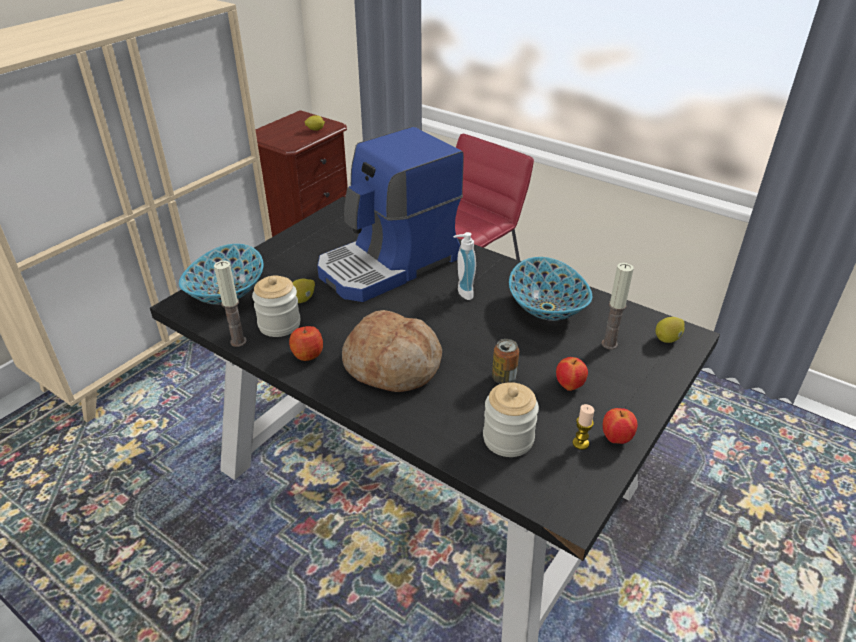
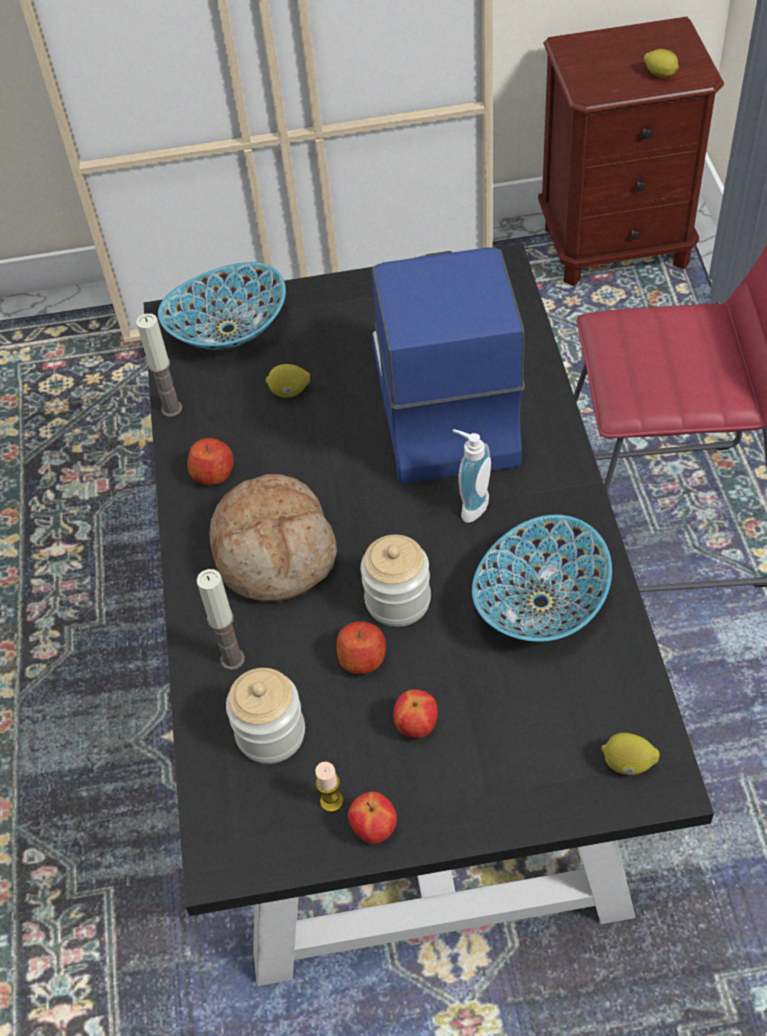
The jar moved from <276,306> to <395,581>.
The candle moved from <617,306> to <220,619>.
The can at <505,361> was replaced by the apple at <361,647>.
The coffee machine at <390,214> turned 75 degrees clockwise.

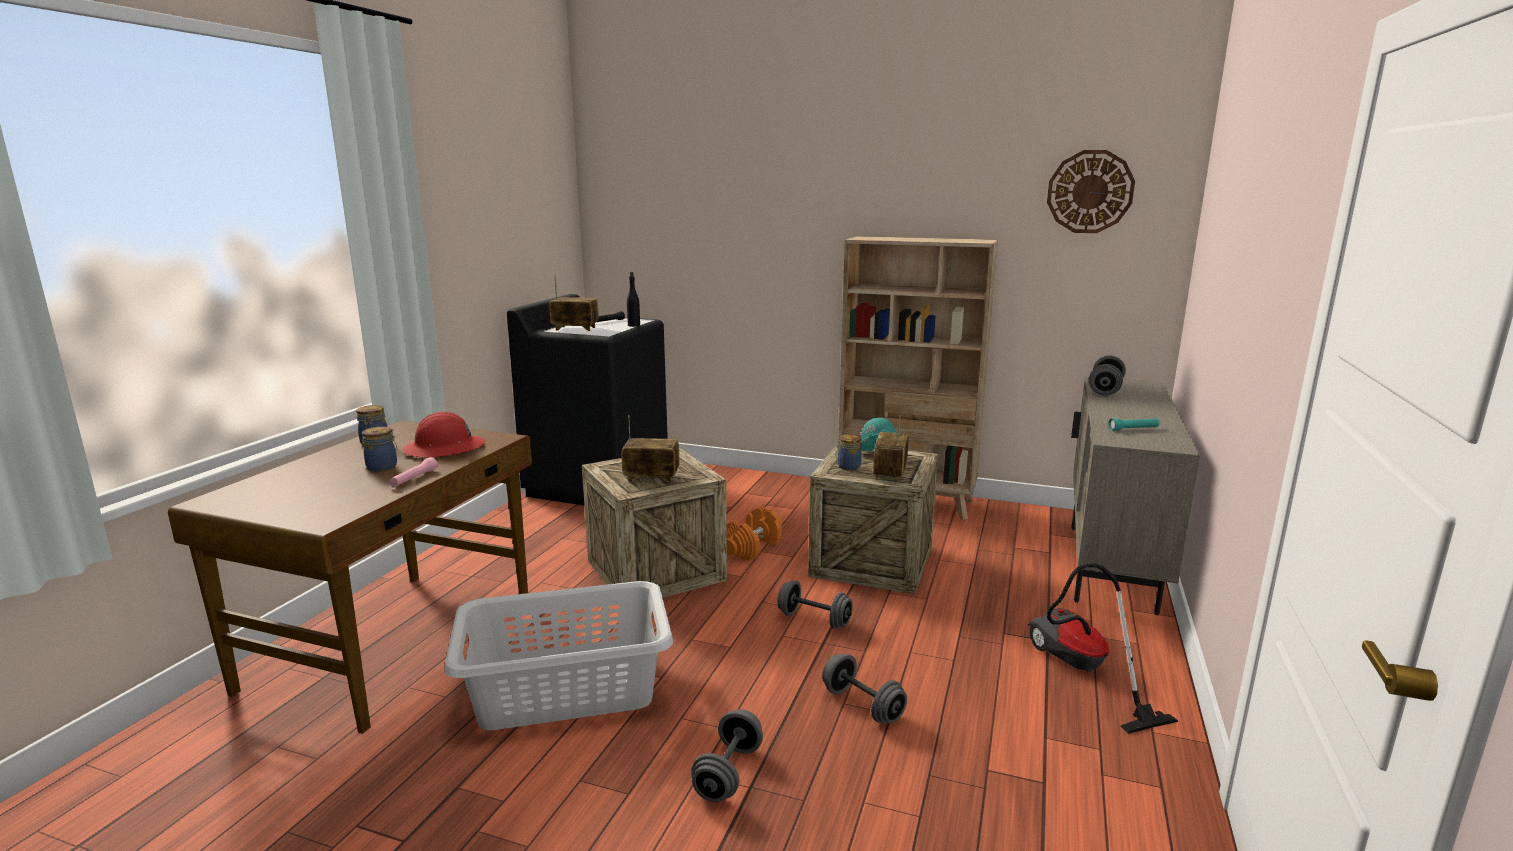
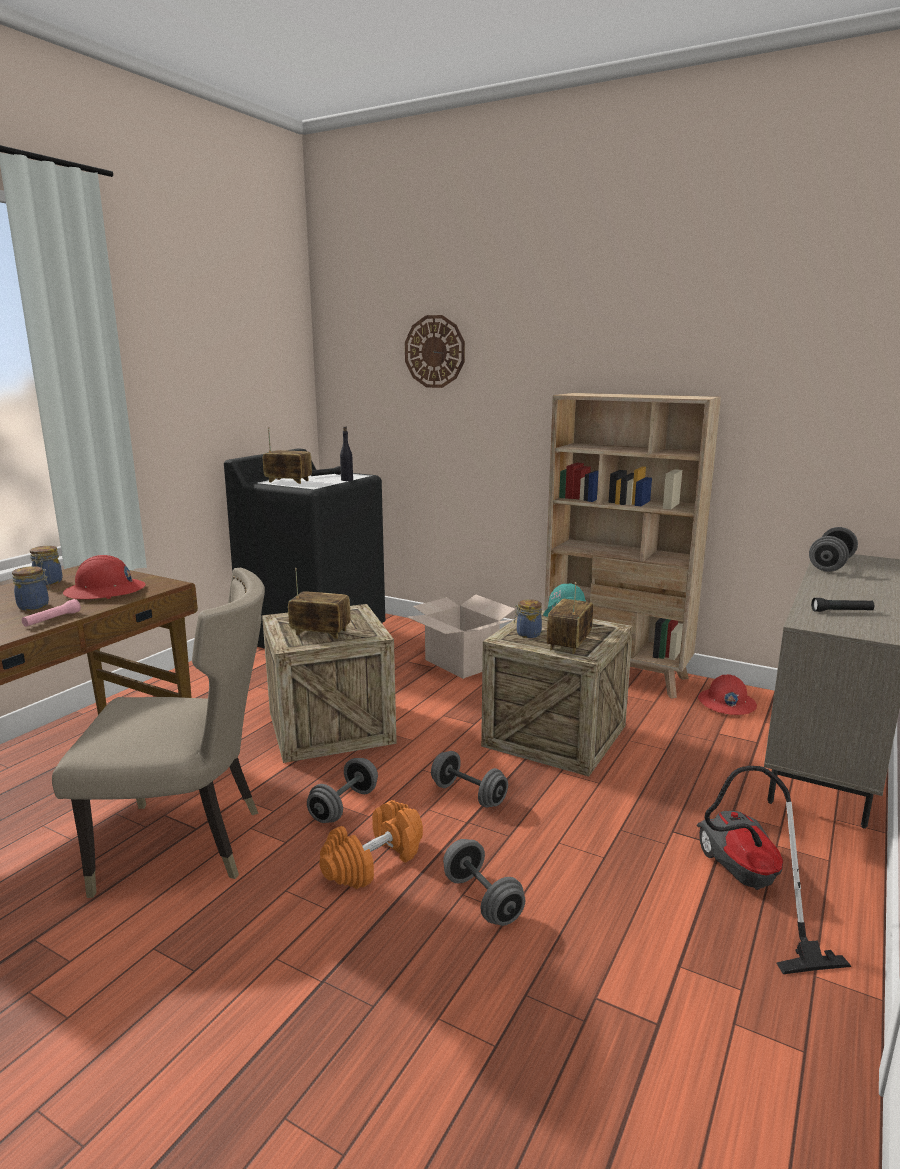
The cardboard box at <461,637> appeared.
The hard hat (red) at <727,694> appeared.
The dumbbell (grey) moved from <727,755> to <342,790>.
The dumbbell (orange) moved from <754,533> to <371,844>.
The wall clock moved from <1091,191> to <435,351>.
The laundry basket (grey) at <558,655> was replaced by the chair (beige) at <158,733>.
The flashlight (turquoise) at <1134,424> became the flashlight (black) at <842,605>.

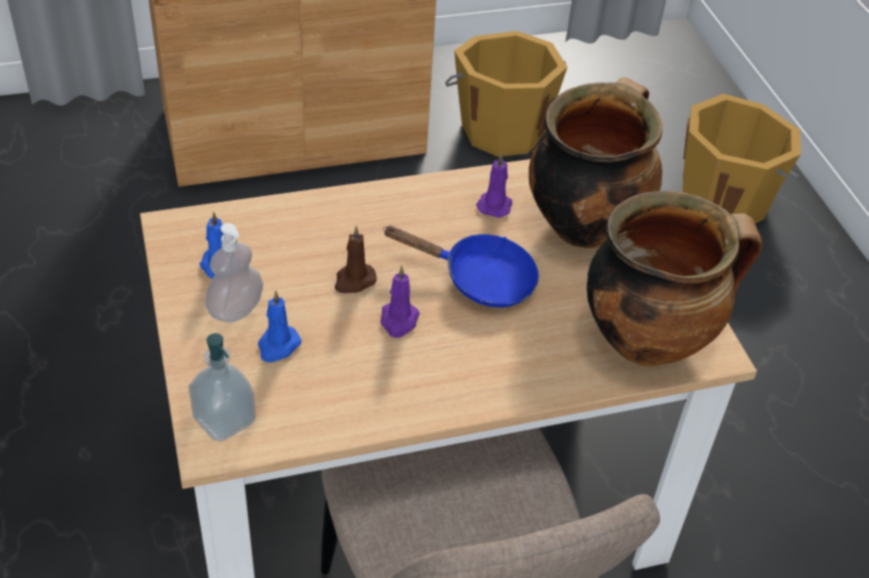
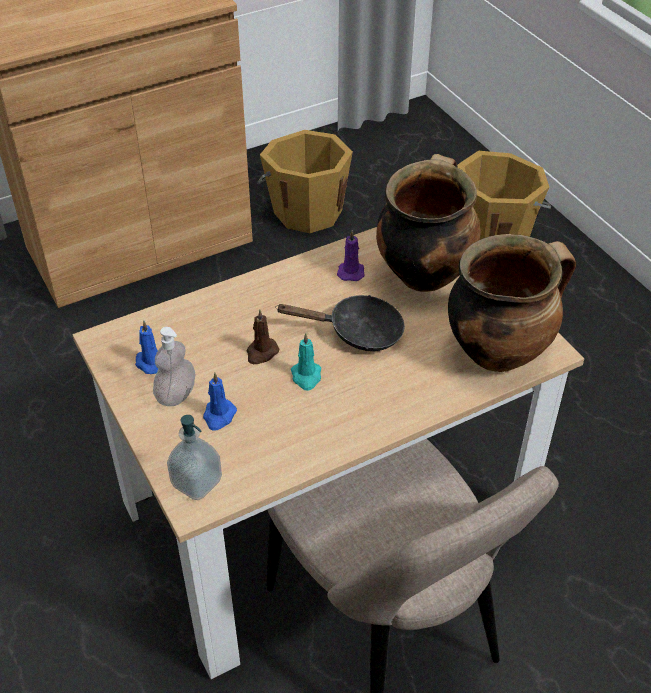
The candle (purple) at <400,302> became the candle (turquoise) at <306,362>.
The frying pan (blue) at <461,267> became the frying pan (black) at <340,323>.

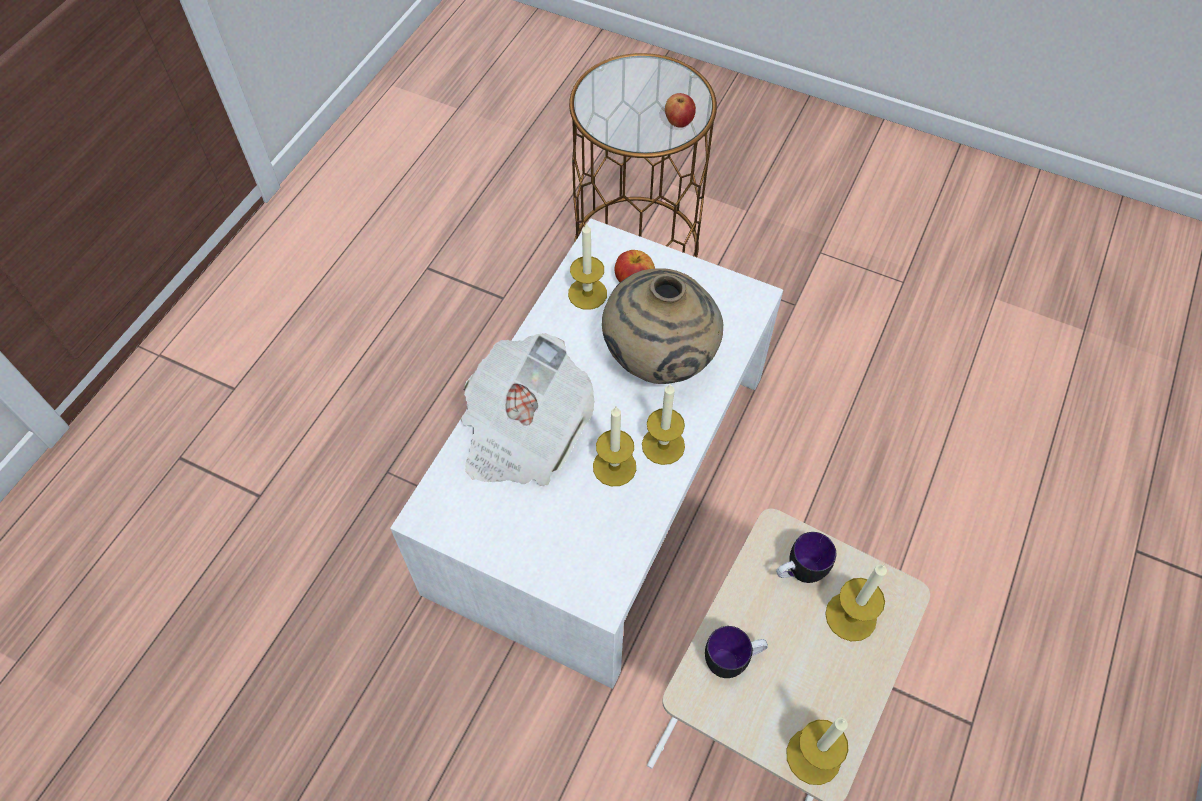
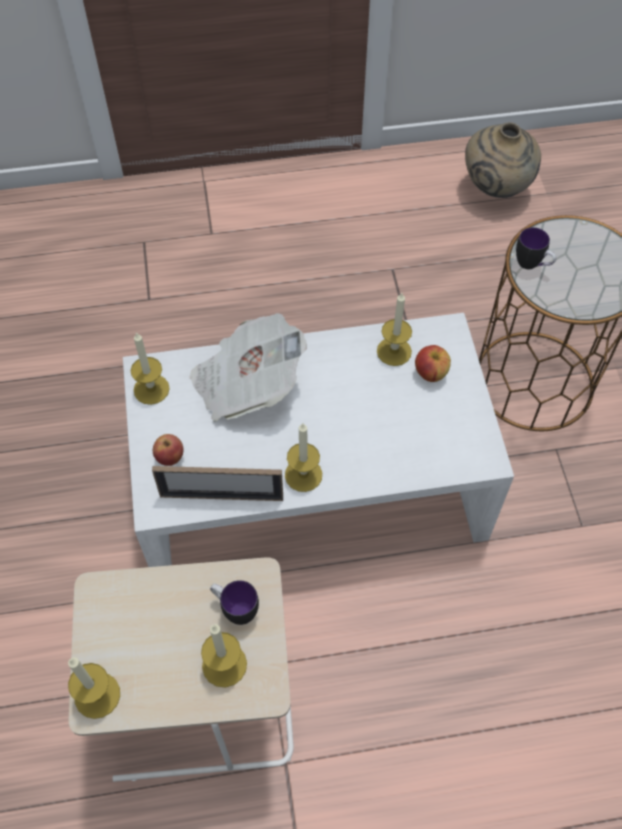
The picture frame at <217,483> appeared.
The candle moved from <614,446> to <150,368>.
The vase (beige) moved from <662,326> to <503,160>.
The apple moved from <680,110> to <168,450>.
The mug moved from <736,652> to <536,248>.

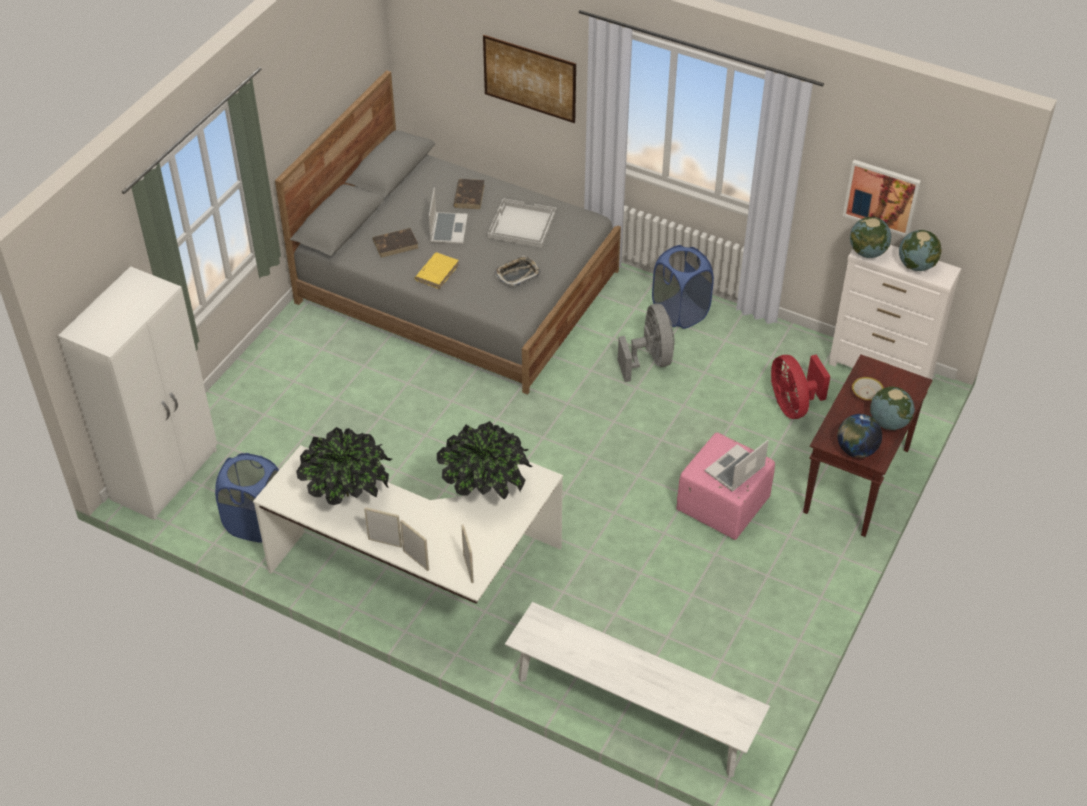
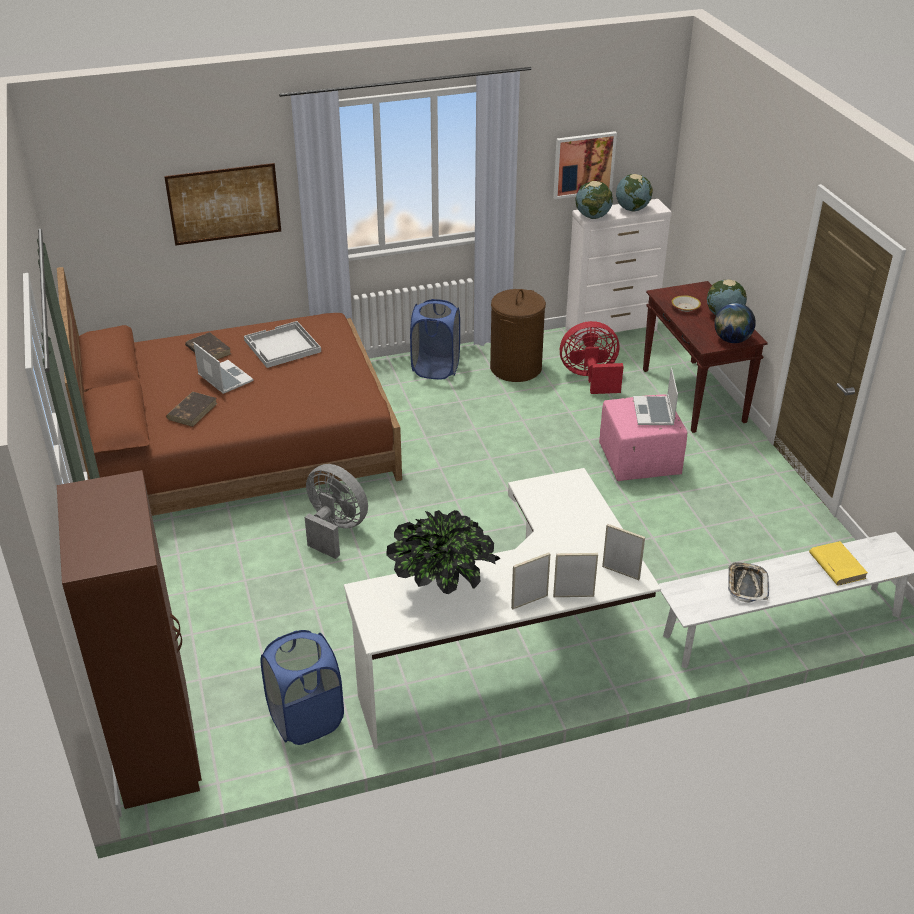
The potted plant at <484,460> disappeared.
The laundry basket (brown) at <518,335> appeared.
The book (yellow) moved from <437,270> to <838,563>.
The tray moved from <518,271> to <748,582>.
The fan (grey) moved from <646,343> to <336,511>.
The wardrobe (white) at <137,393> became the wardrobe (brown) at <129,639>.
The bed (grey) at <448,232> became the bed (brown) at <229,391>.
The fan (red) at <800,387> turned 150 degrees clockwise.

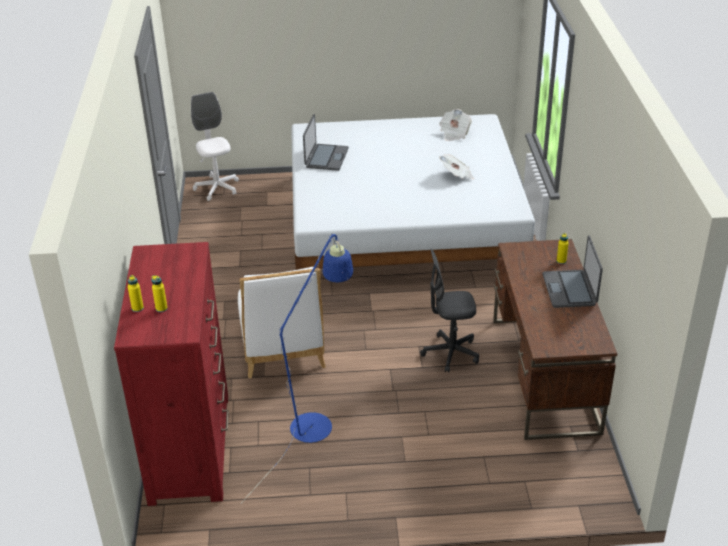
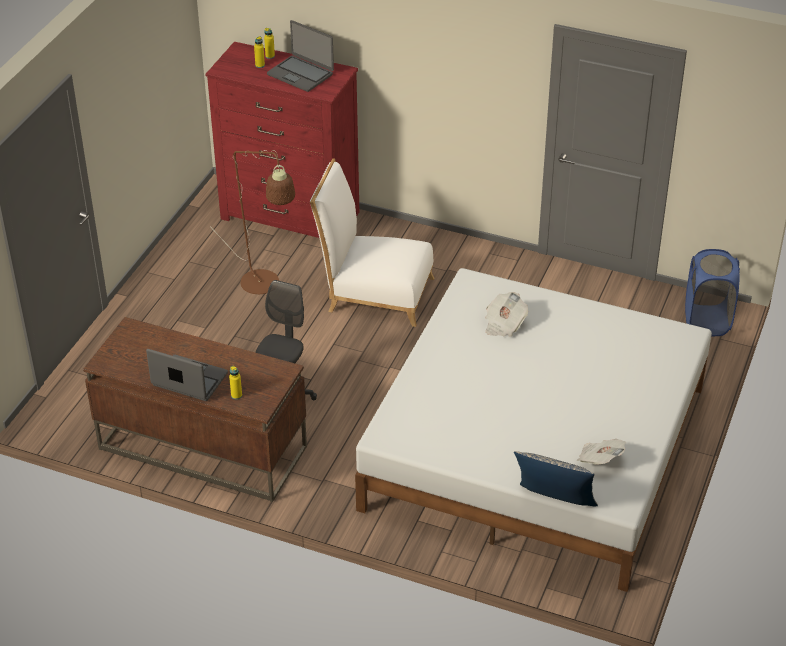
The pillow at <556,478> appeared.
The laptop moved from <326,142> to <300,56>.
The newspaper moved from <456,166> to <506,314>.
The office chair (white) at <215,146> was replaced by the laundry basket (blue) at <712,292>.
The floor lamp (blue) at <297,368> became the floor lamp (brown) at <252,222>.

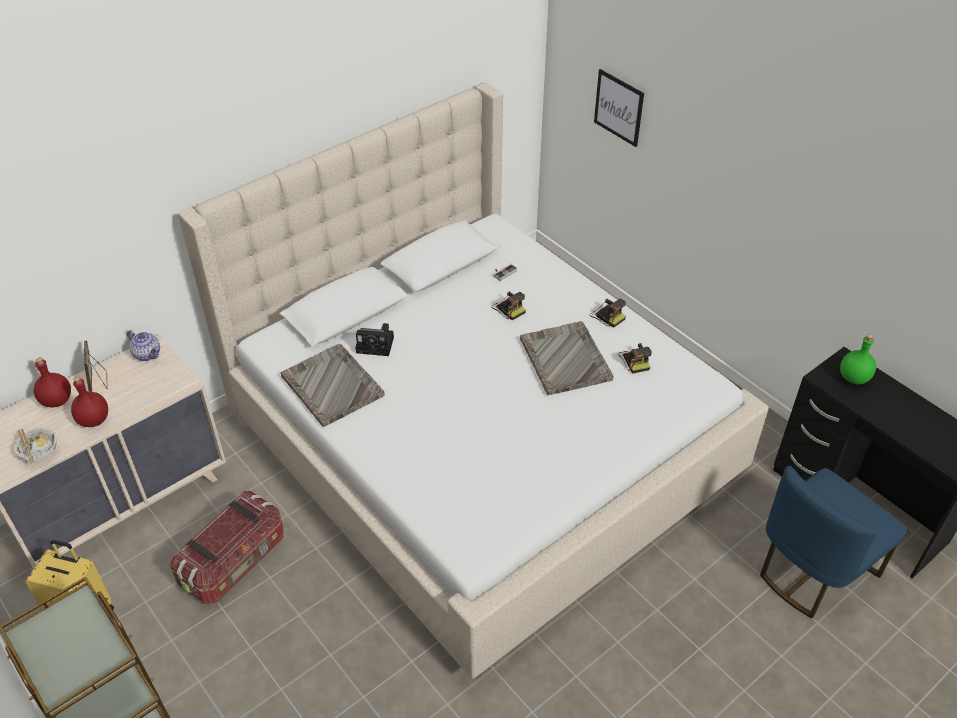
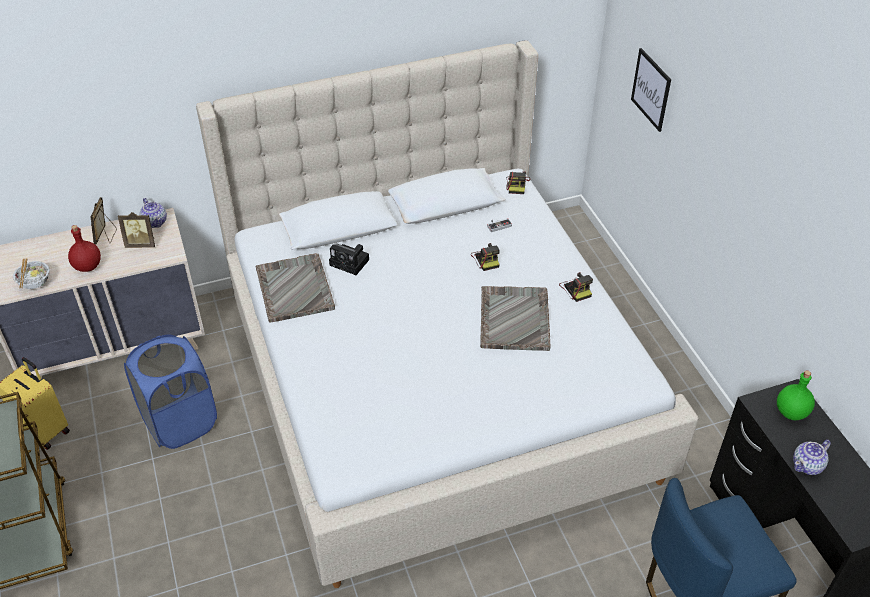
The bottle (red) at <52,382> disappeared.
The picture frame at <136,230> appeared.
The teapot at <812,457> appeared.
The photo camera moved from <635,358> to <518,182>.
The storage box at <227,547> was replaced by the laundry basket (blue) at <170,392>.

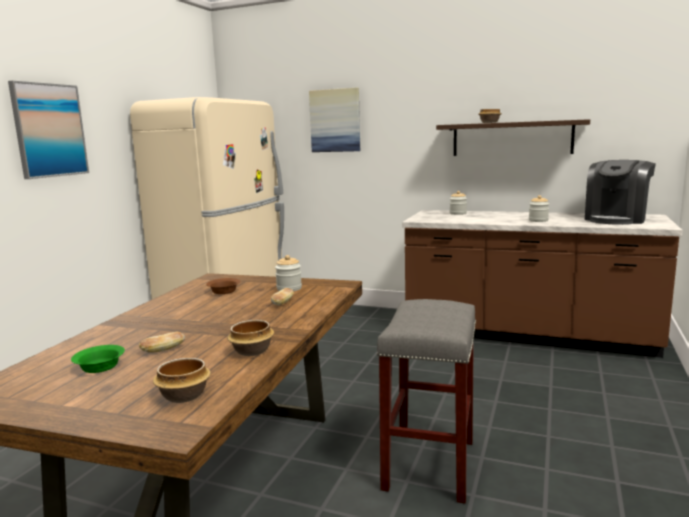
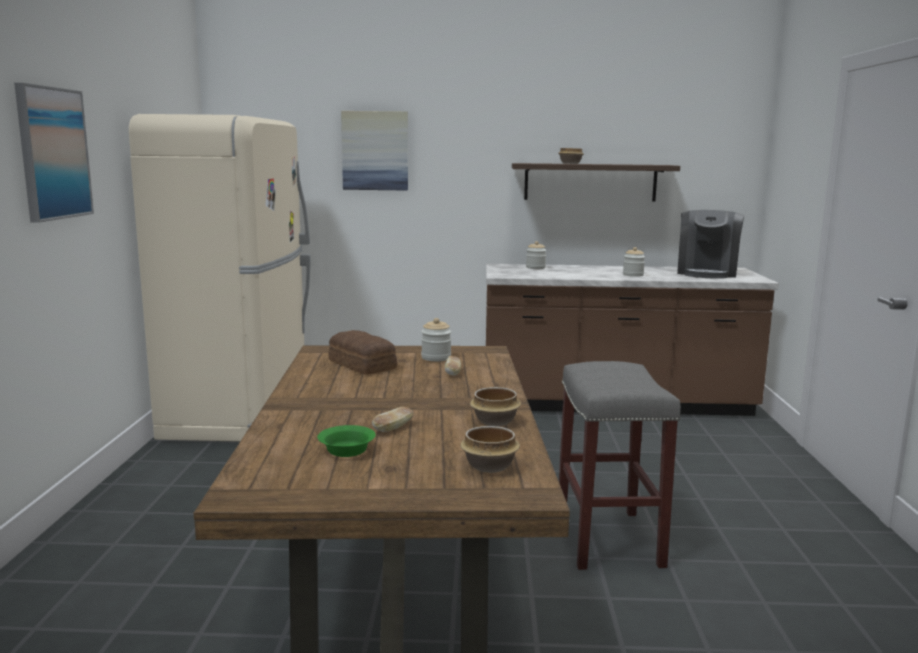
The bowl (brown) at <223,286> was replaced by the bread at <363,352>.

